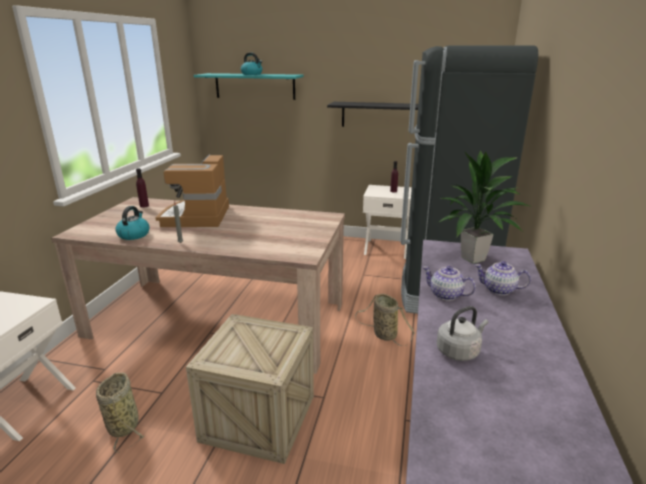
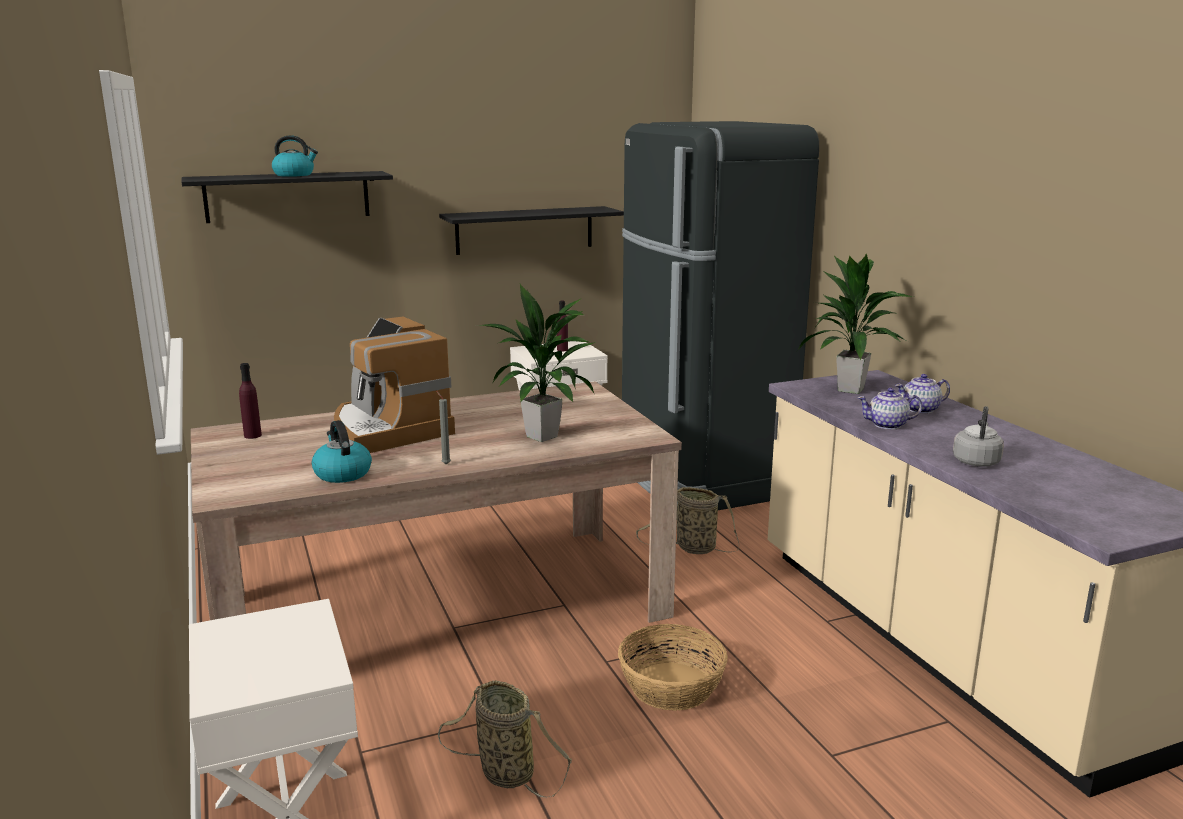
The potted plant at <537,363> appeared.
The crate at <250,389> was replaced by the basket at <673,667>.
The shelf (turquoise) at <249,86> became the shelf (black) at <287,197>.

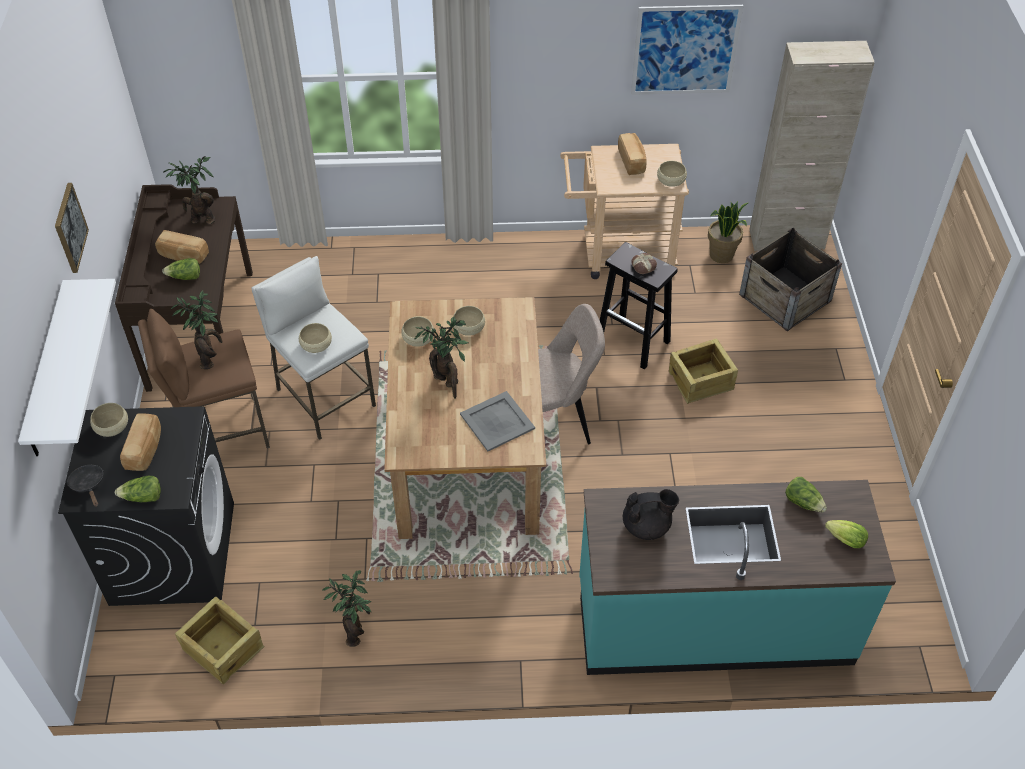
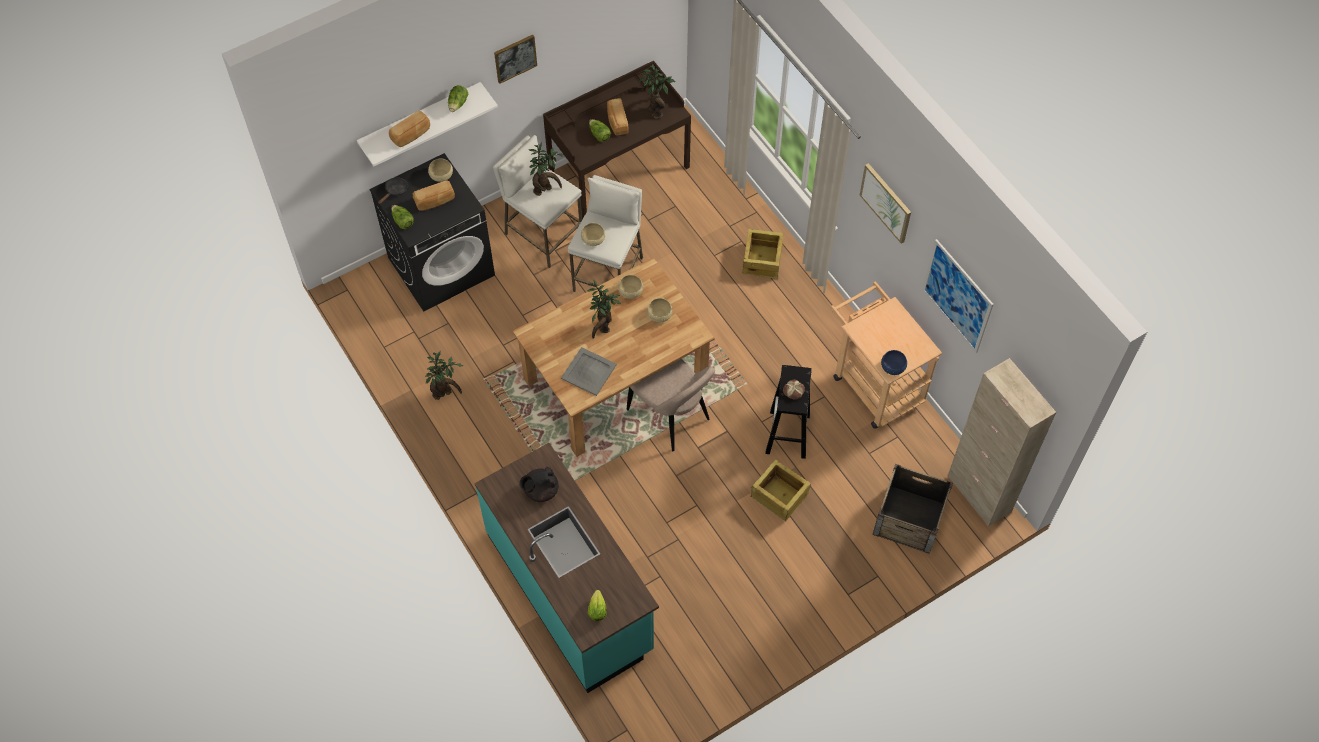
The potted plant at <728,232> disappeared.
The picture at <885,203> appeared.
The crate moved from <220,640> to <763,254>.
The bread moved from <632,154> to <409,129>.
The lettuce moved from <806,495> to <458,98>.
The stool (brown) at <204,378> became the stool (white) at <537,201>.
The bowl (beige) at <672,174> became the bowl (blue) at <894,362>.
The teapot (black) at <651,514> turned 105 degrees clockwise.

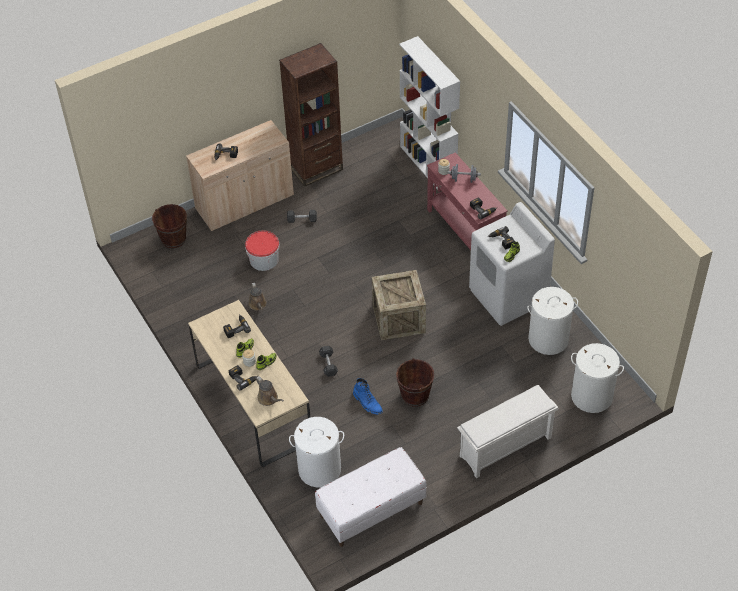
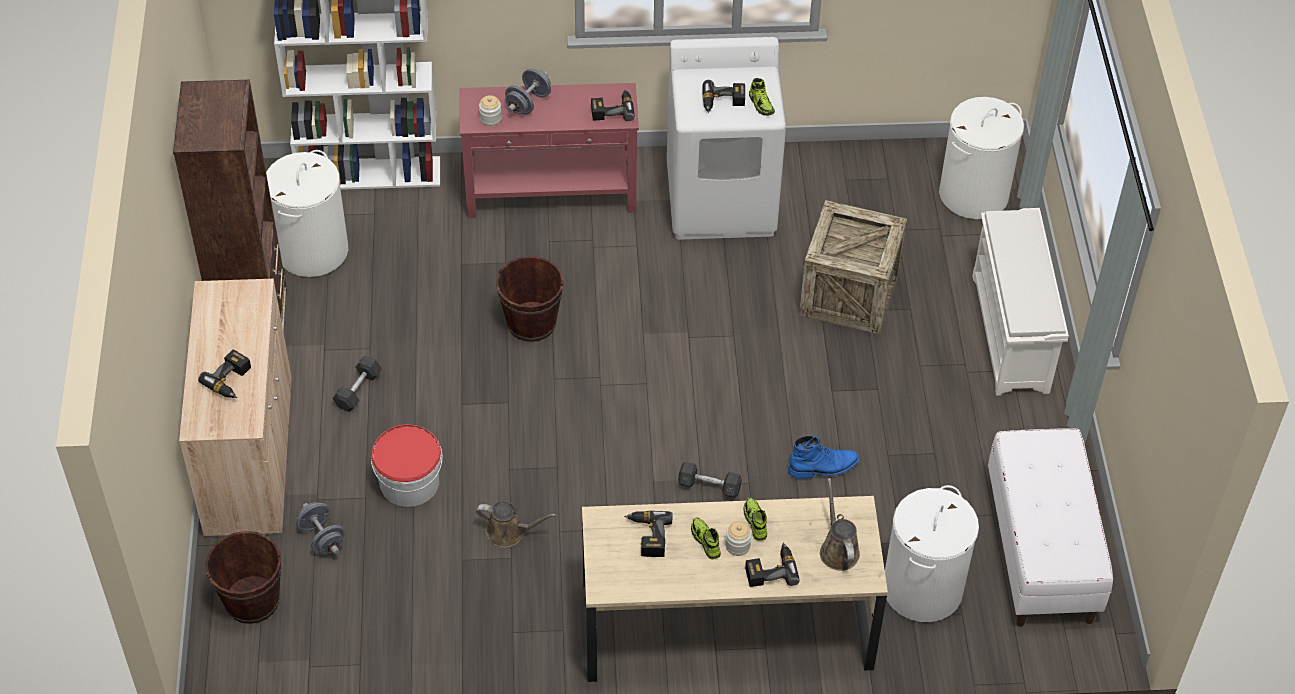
The dumbbell (grey) at <320,528> appeared.
The crate moved from <399,305> to <853,267>.
The bucket (brown) moved from <415,382> to <530,299>.
The laundry basket (white) moved from <552,321> to <307,213>.
The watering can (brown) at <270,391> turned 90 degrees counterclockwise.

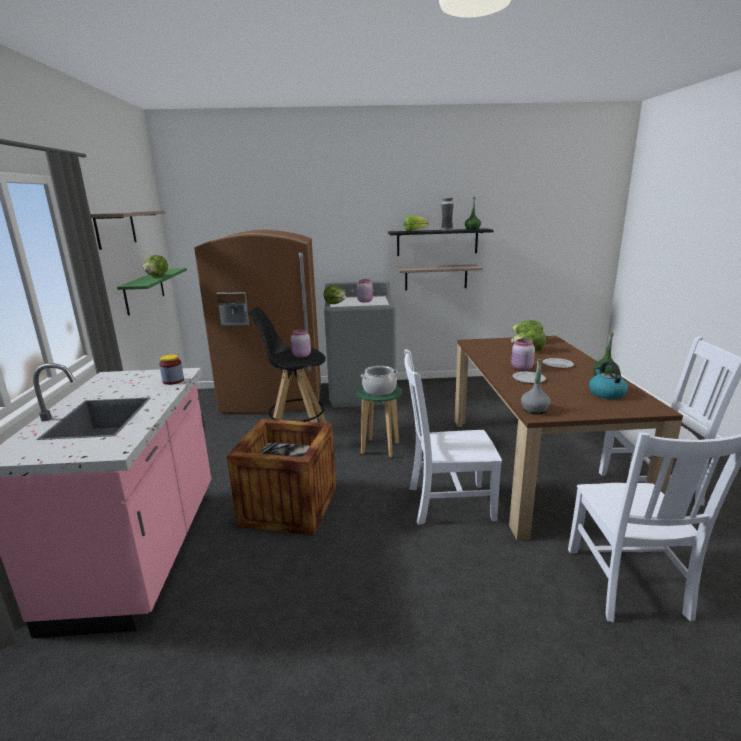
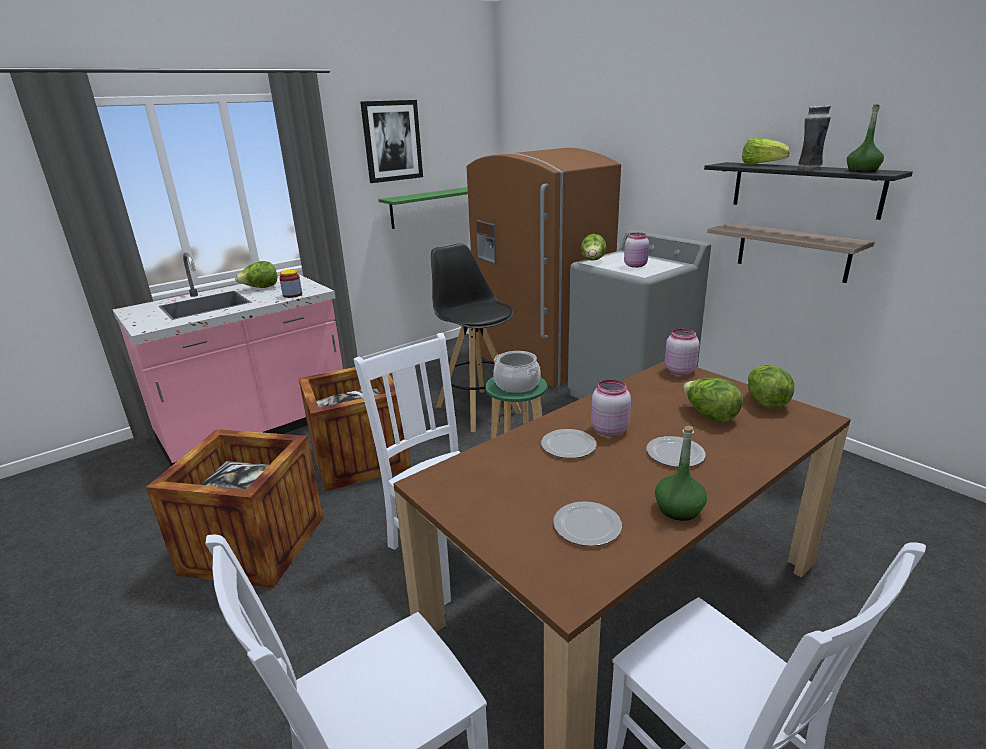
The bottle (grey) at <536,386> disappeared.
The crate at <234,508> appeared.
The lettuce moved from <155,265> to <256,274>.
The jar (pink) moved from <301,343> to <682,351>.
The shelf at <127,230> was replaced by the picture at <391,141>.
The kettle at <608,380> was replaced by the plate at <587,523>.

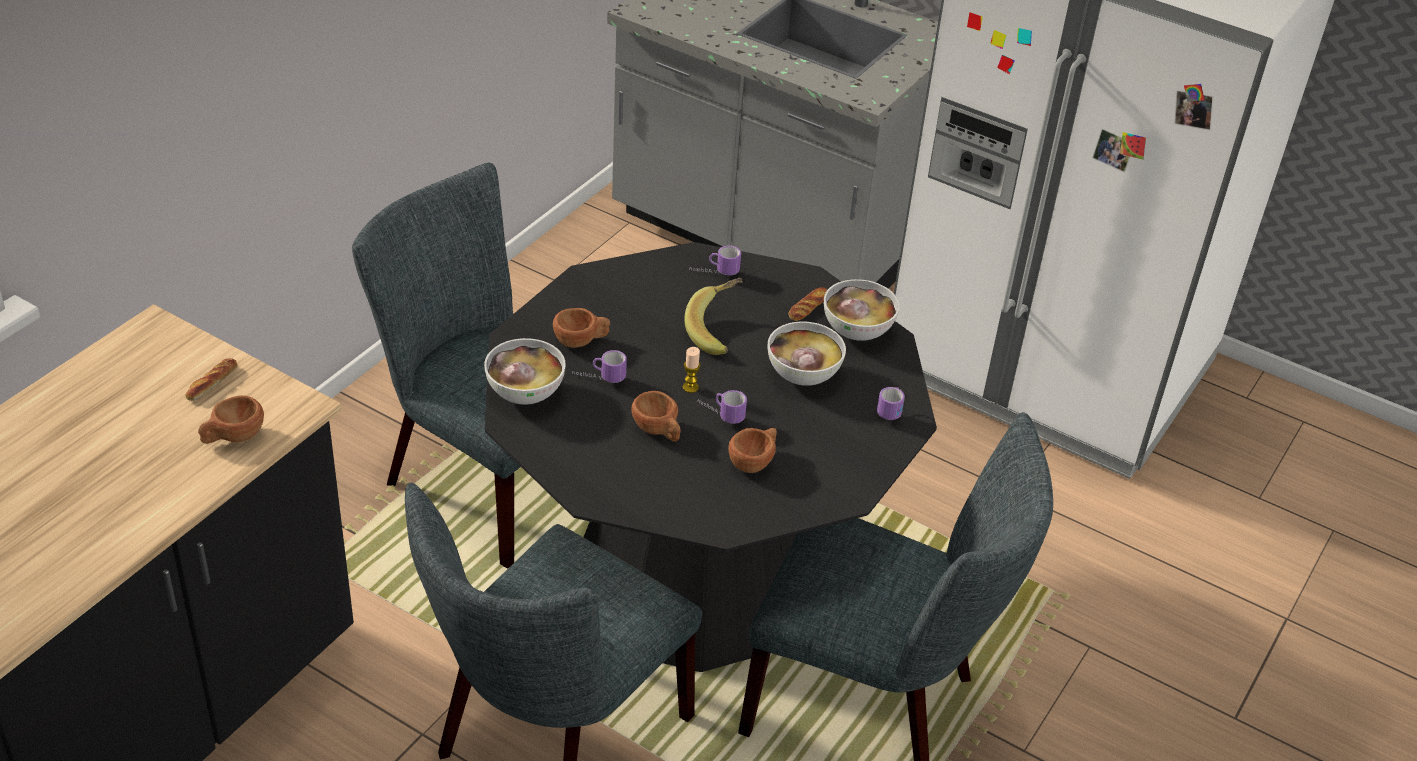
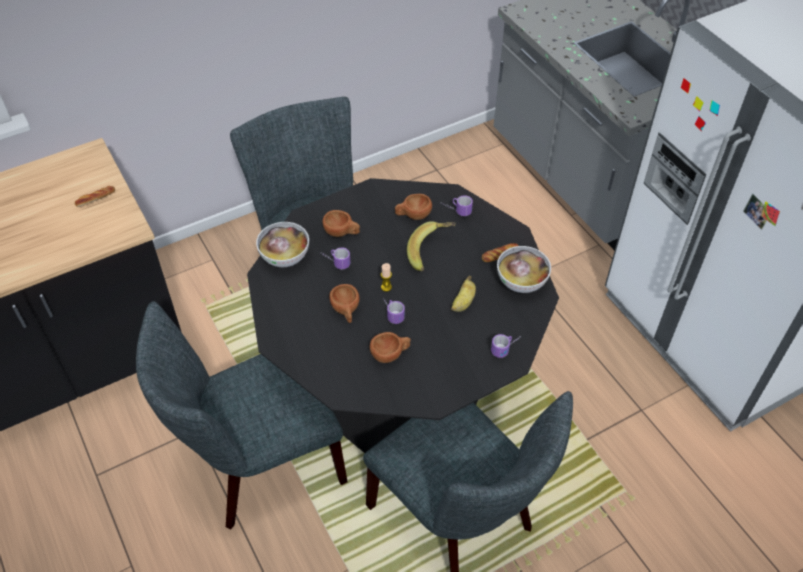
The cup (brown) moved from <231,419> to <413,207>.
The bowl at <807,353> was replaced by the banana at <463,294>.

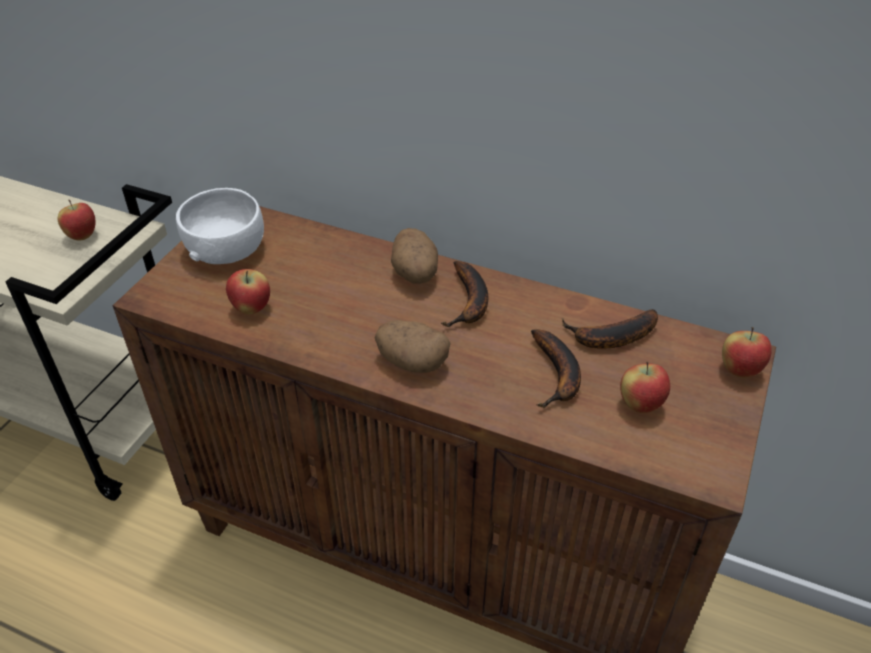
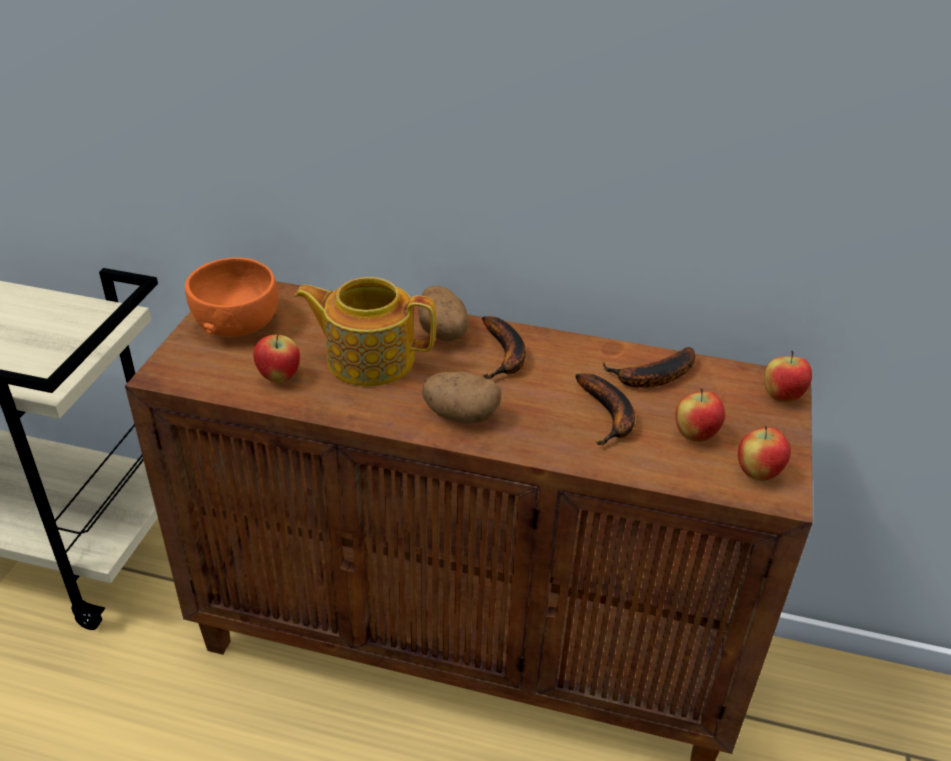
The teapot at <366,331> appeared.
The apple moved from <76,220> to <764,453>.
The bowl (white) at <220,226> became the bowl (orange) at <231,297>.

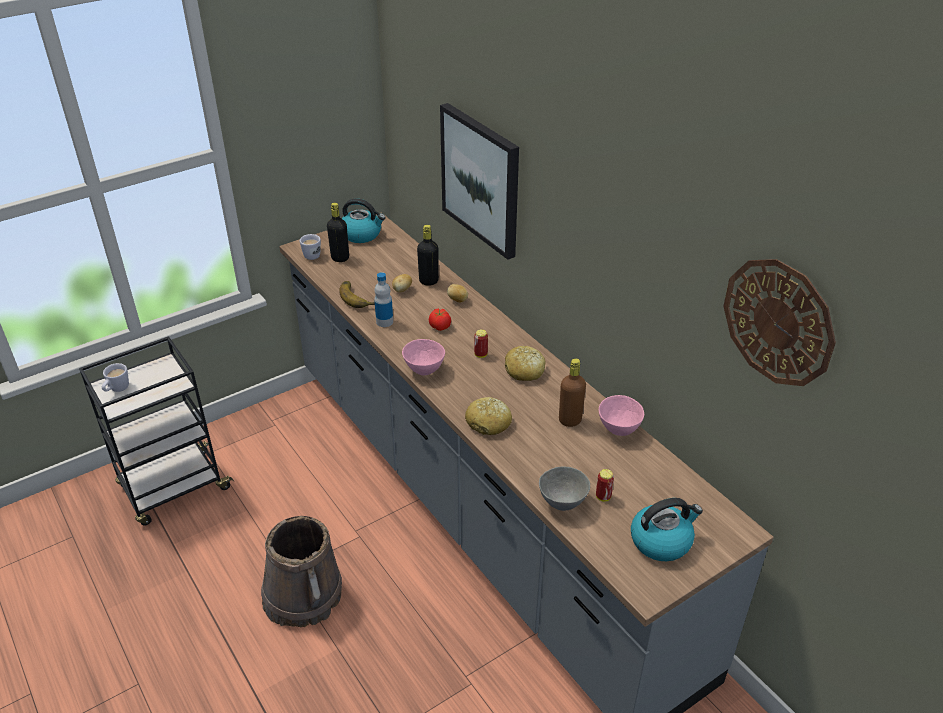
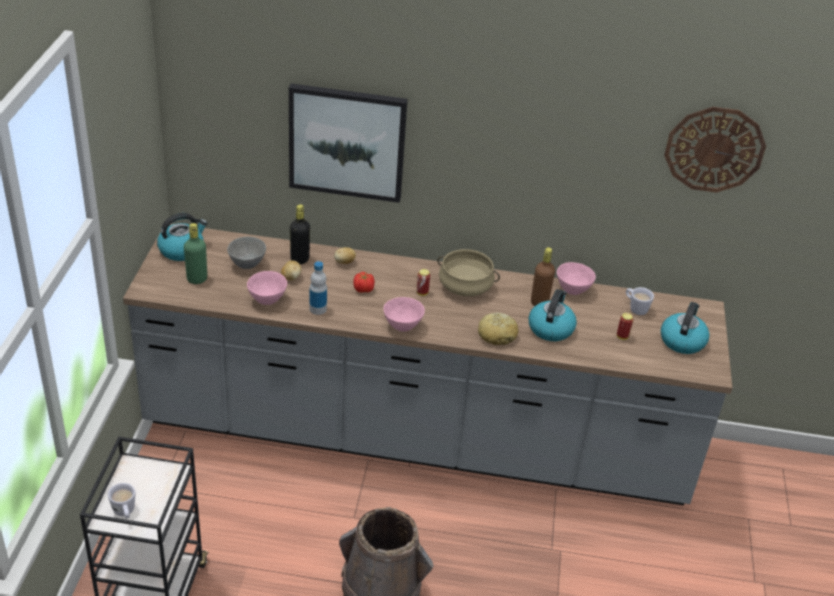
The kettle at <552,315> appeared.
The mug (white) moved from <310,247> to <640,301>.
The bowl (grey) moved from <564,489> to <246,253>.
The banana at <357,294> was replaced by the bowl (pink) at <267,288>.
The bread at <525,363> was replaced by the cooking pot (beige) at <468,272>.
The bottle (black) at <338,232> became the bottle (green) at <195,253>.

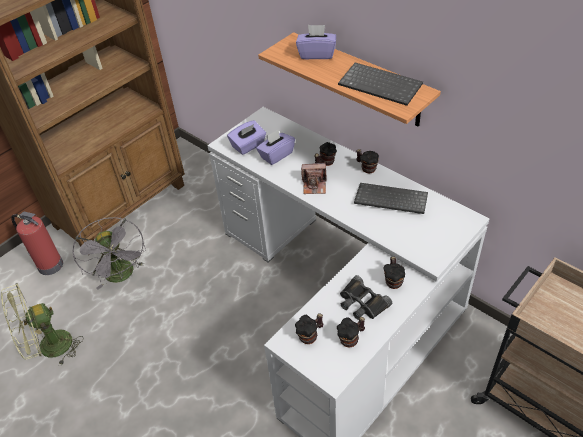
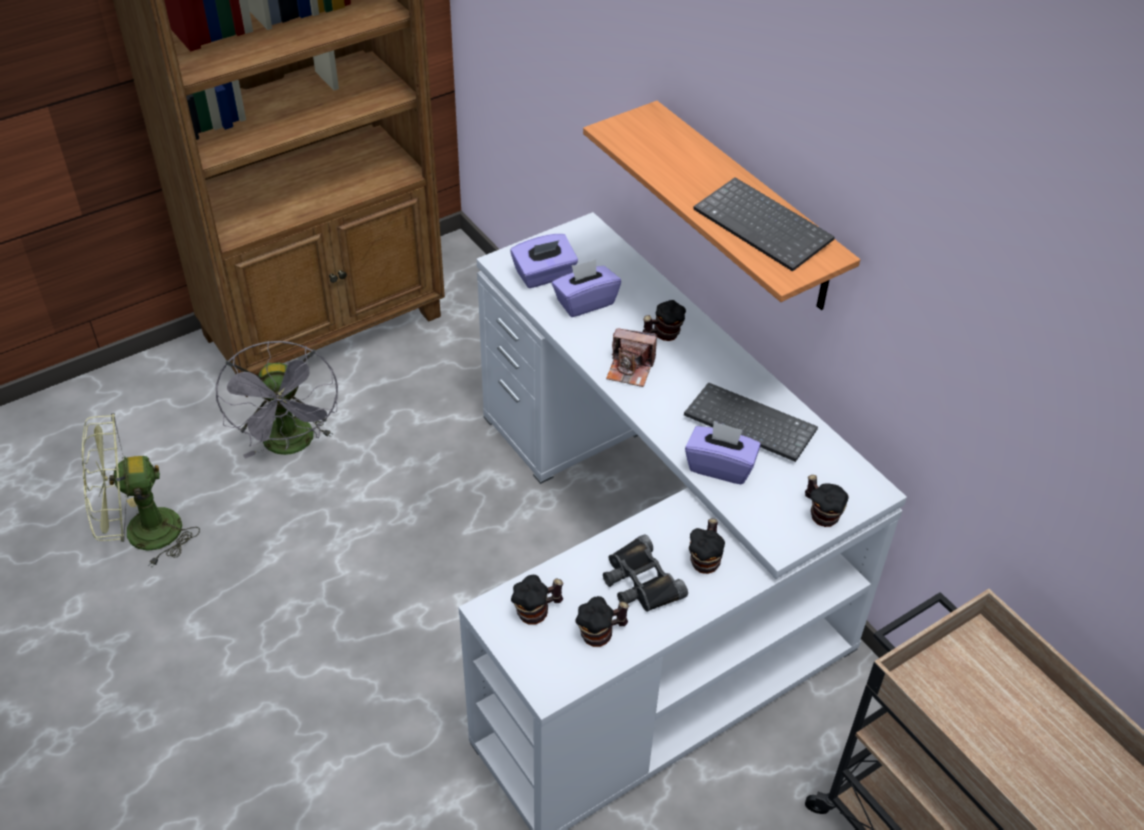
The fire extinguisher at <37,243> disappeared.
The tissue box (purple) moved from <316,42> to <723,452>.
The mug moved from <367,161> to <827,501>.

